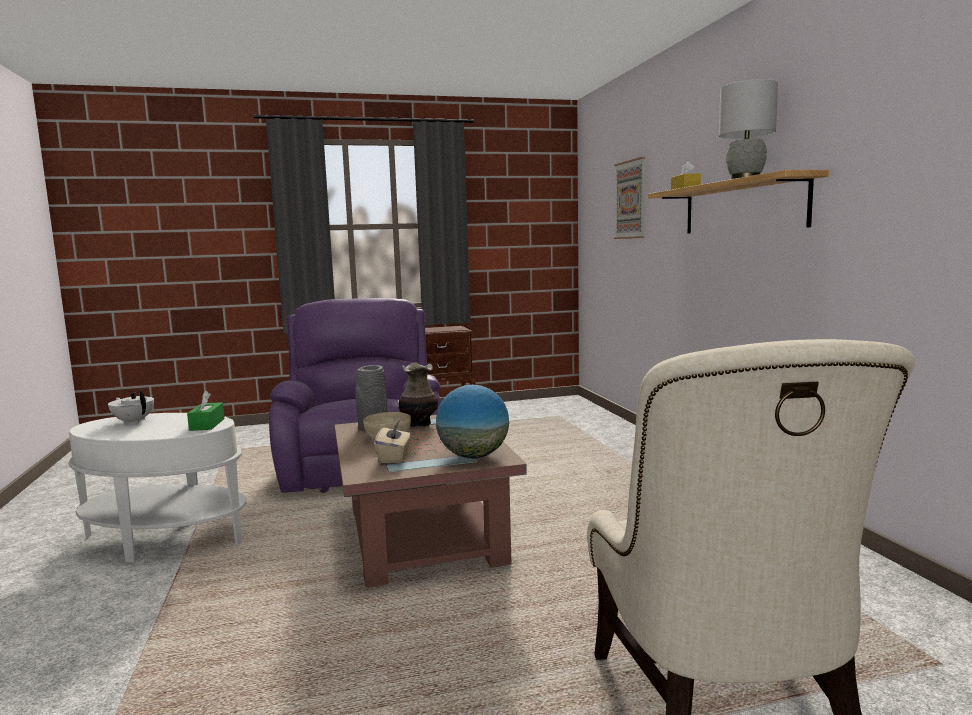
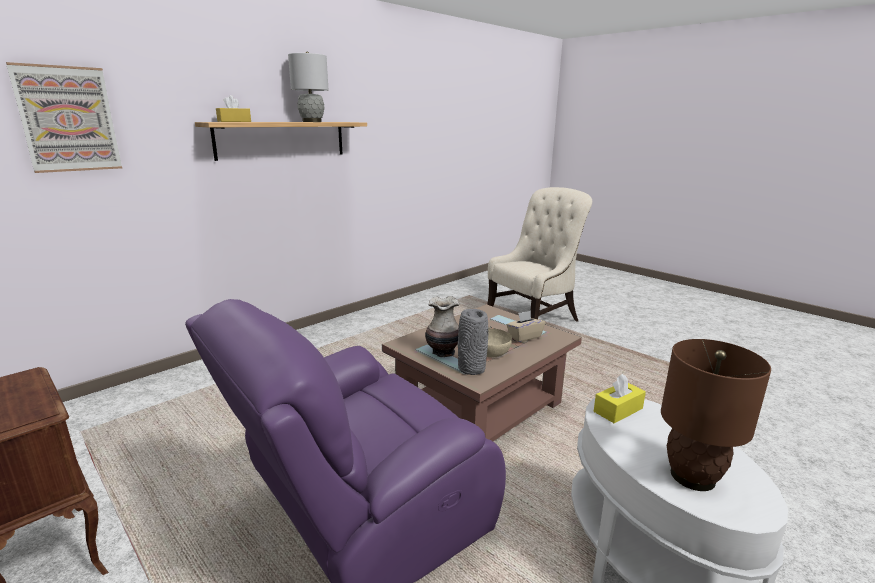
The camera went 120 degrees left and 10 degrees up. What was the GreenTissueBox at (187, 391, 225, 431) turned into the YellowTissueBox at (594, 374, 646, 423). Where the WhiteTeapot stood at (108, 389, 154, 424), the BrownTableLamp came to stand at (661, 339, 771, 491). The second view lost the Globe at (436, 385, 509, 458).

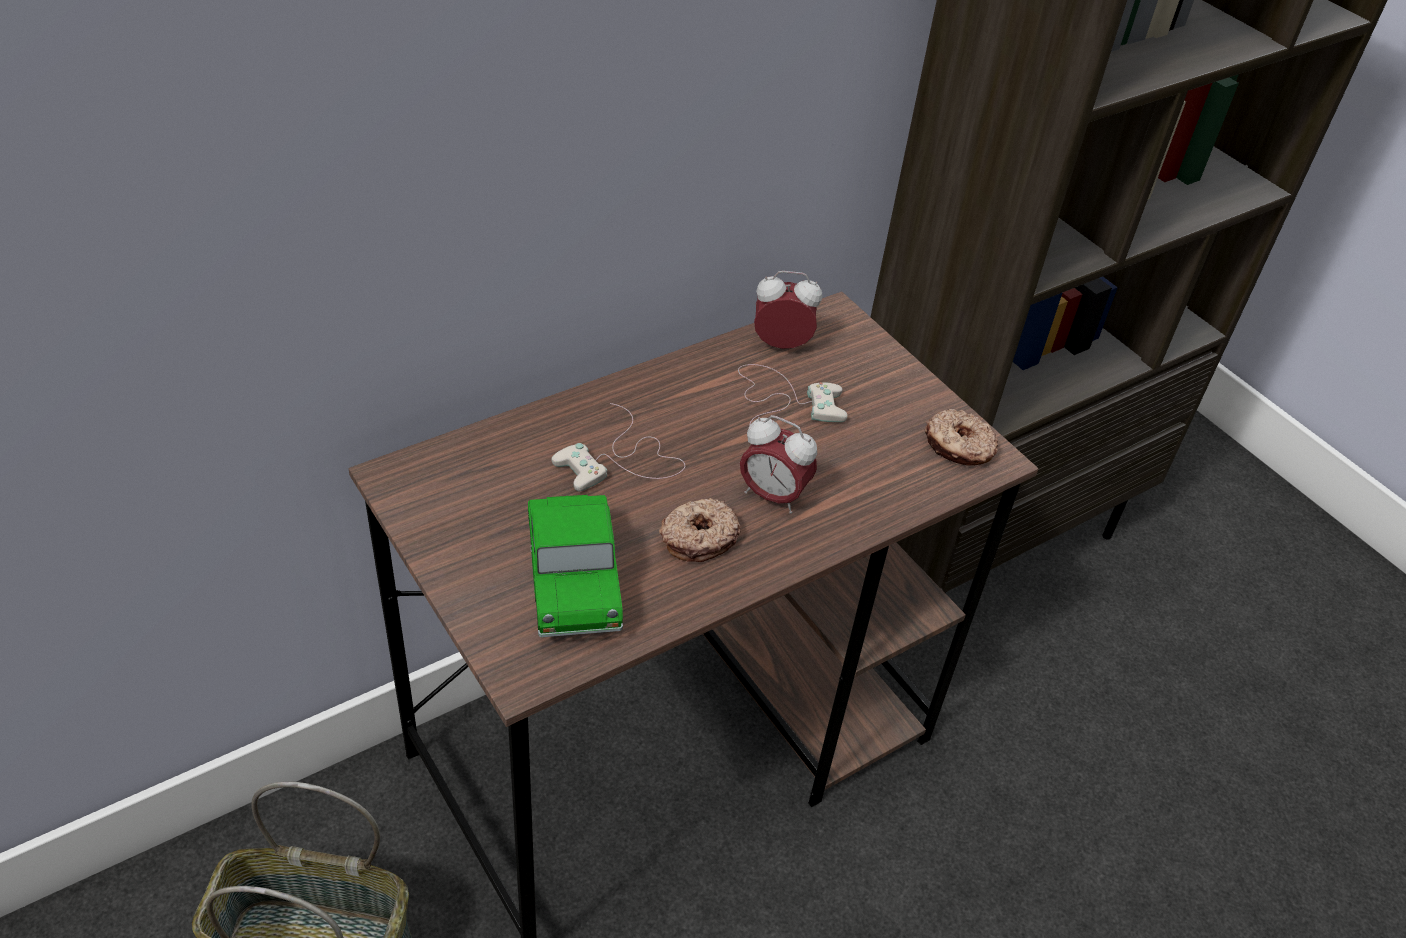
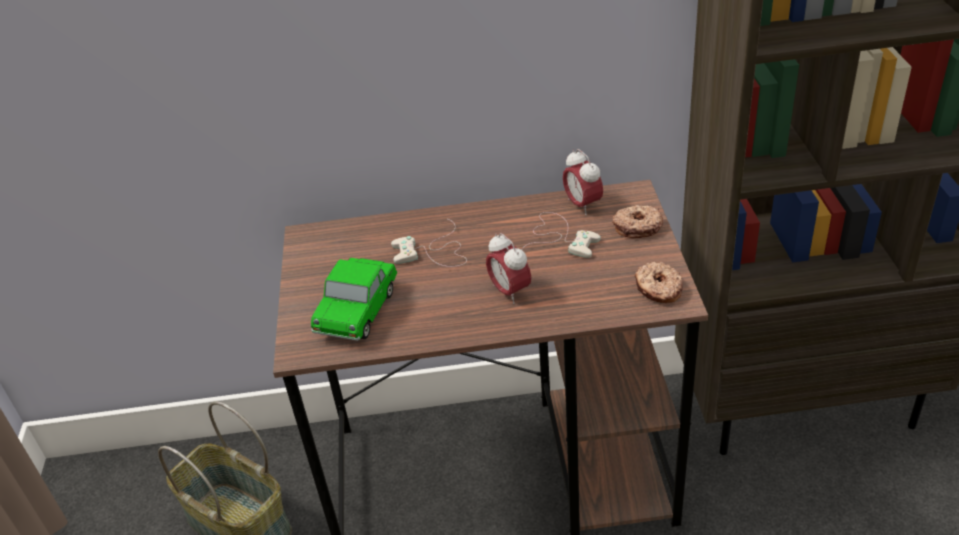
The camera went 35 degrees right and 5 degrees down. The AlarmClock at (754, 271, 822, 349) ended up facing another way, 150 degrees counterclockwise from before. The Donut ended up elsewhere, having gone from (659, 498, 741, 562) to (612, 205, 663, 238).

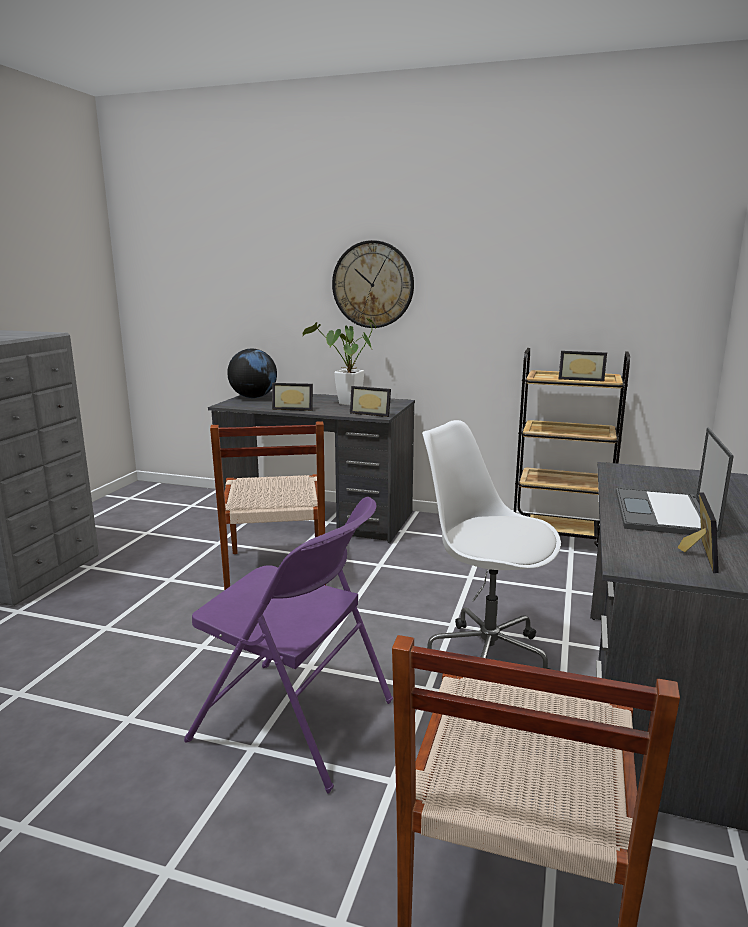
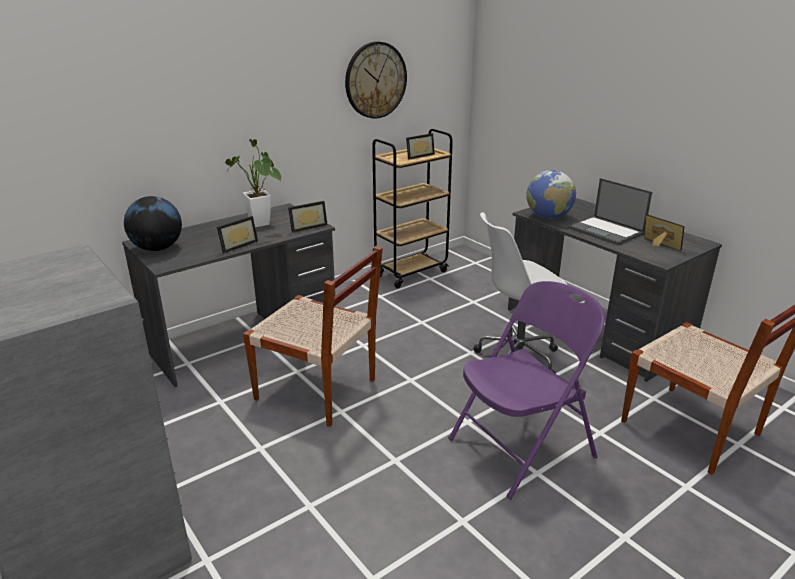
The camera went 55 degrees left and 10 degrees up. The WallClock ended up elsewhere, having gone from (332, 240, 414, 328) to (345, 42, 407, 119). The second view gained the Globe at (526, 170, 576, 219).

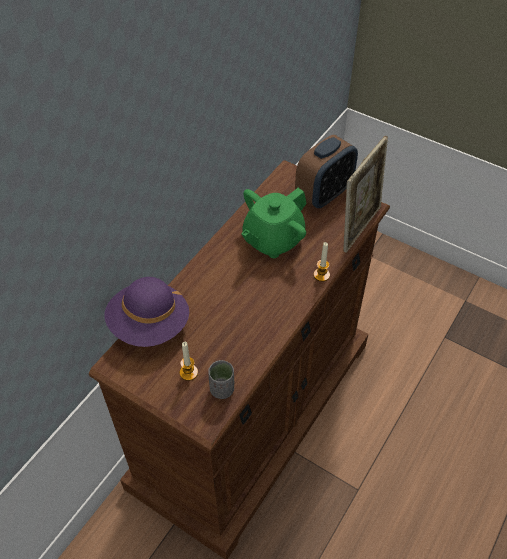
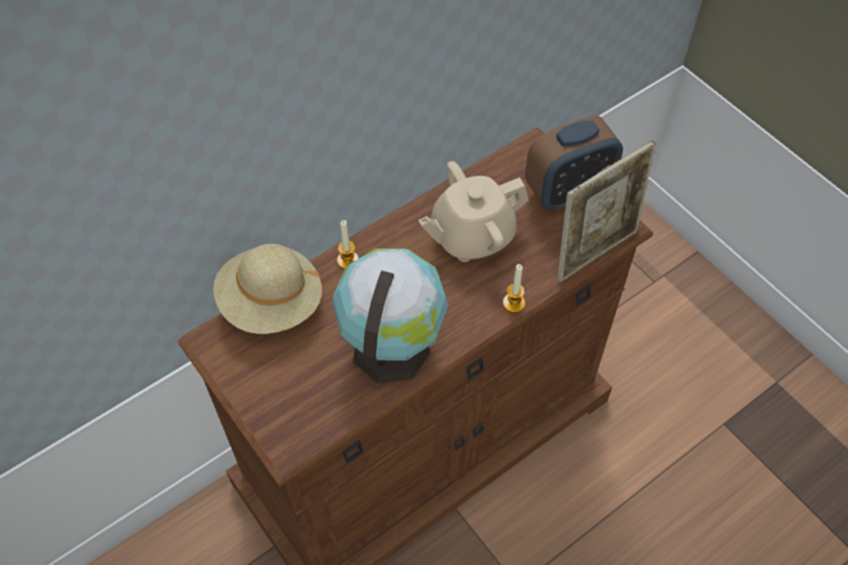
The camera went 20 degrees right and 5 degrees up. What was the PurpleHat at (104, 277, 189, 347) turned into the BeigeHat at (213, 244, 322, 334). The second view gained the Globe at (332, 249, 449, 384). The Candle ended up elsewhere, having gone from (180, 342, 198, 381) to (337, 220, 359, 269). What was the GreenTeapot at (241, 188, 307, 258) turned into the BeigeTeapot at (418, 161, 529, 262). The second view lost the GreyCup at (208, 360, 234, 399).

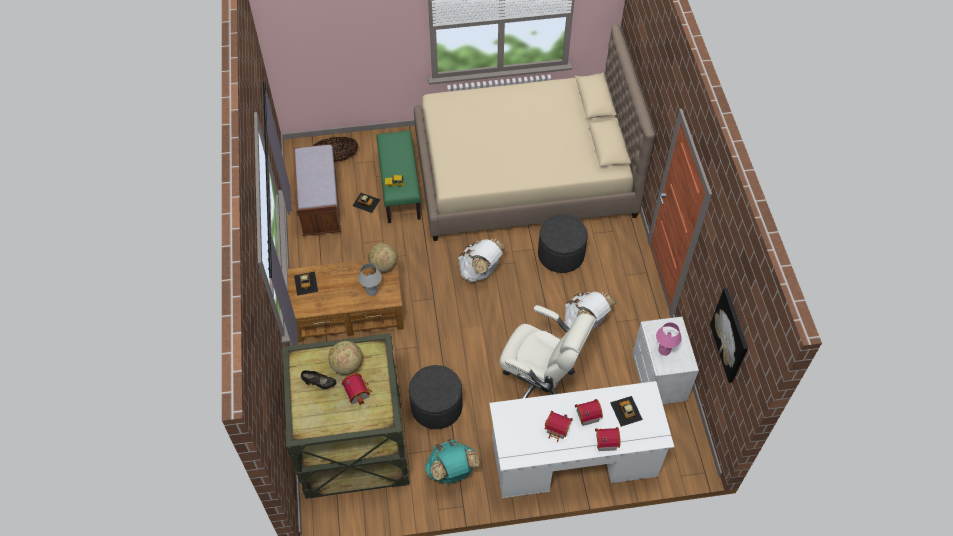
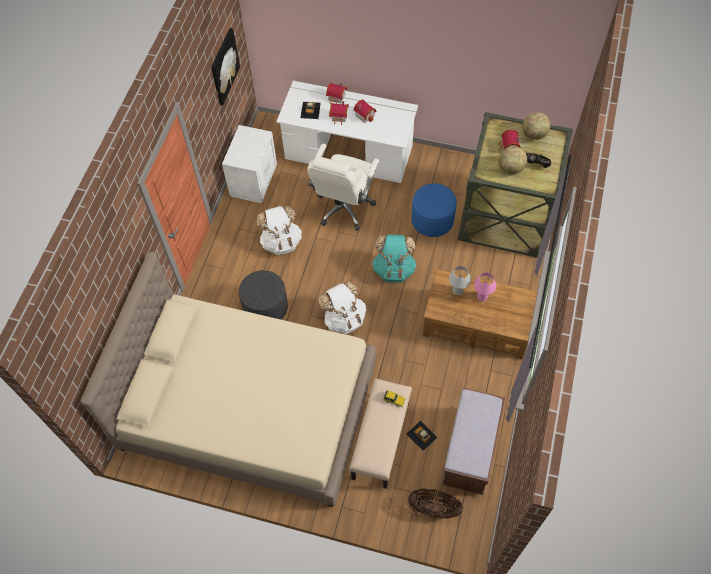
The camera went 155 degrees left and 5 degrees up. The WhiteOfficeChair at (500, 305, 596, 399) ended up facing another way, 120 degrees counterclockwise from before. What was the GreenBench at (376, 131, 421, 223) turned into the BeigeBench at (349, 378, 412, 489). The TurquoiseBackpack ended up elsewhere, having gone from (425, 439, 480, 484) to (372, 235, 416, 283). What was the GreyOttoman at (409, 365, 462, 429) turned into the BlueOttoman at (411, 183, 457, 237). The PinkTableLamp ended up elsewhere, having gone from (656, 322, 681, 356) to (474, 272, 496, 301). The Globe ended up elsewhere, having gone from (368, 243, 397, 272) to (522, 112, 550, 140). The second view lost the ToyCar at (294, 272, 318, 296).

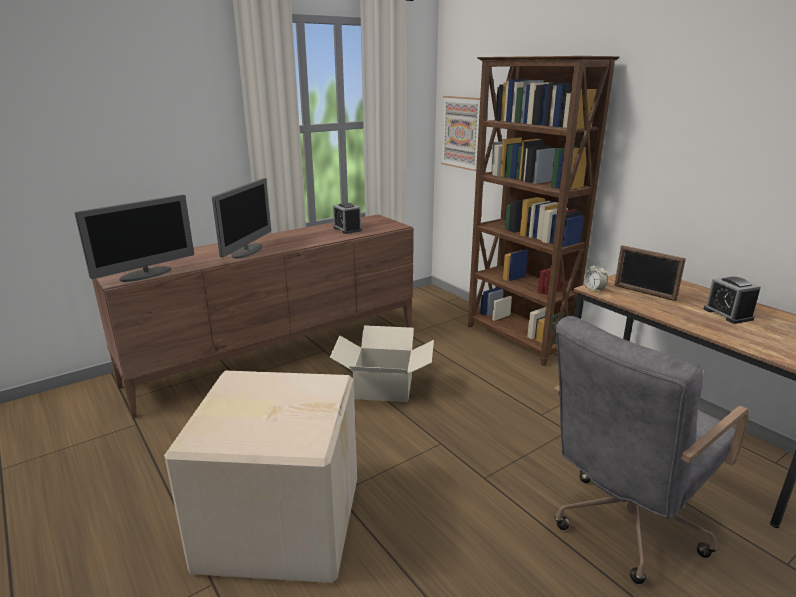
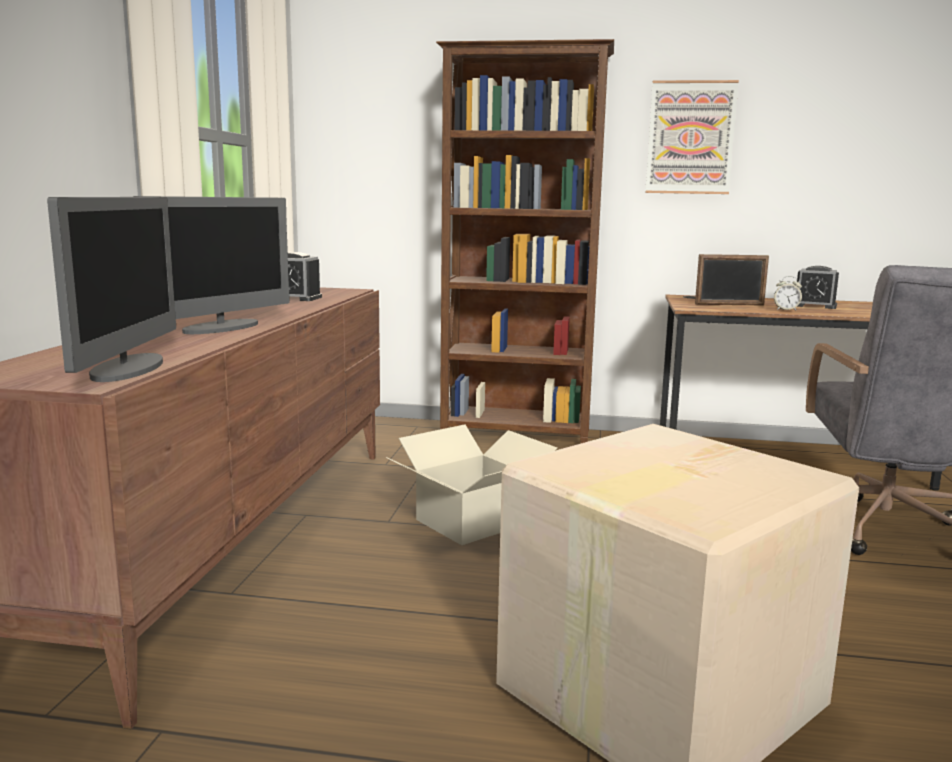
The camera went 45 degrees left and 10 degrees down. The Monitor at (212, 178, 271, 259) ended up facing another way, 60 degrees clockwise from before. The Picture ended up elsewhere, having gone from (441, 96, 480, 171) to (645, 80, 739, 194). The AlarmClock ended up elsewhere, having gone from (584, 263, 608, 292) to (774, 276, 802, 310).

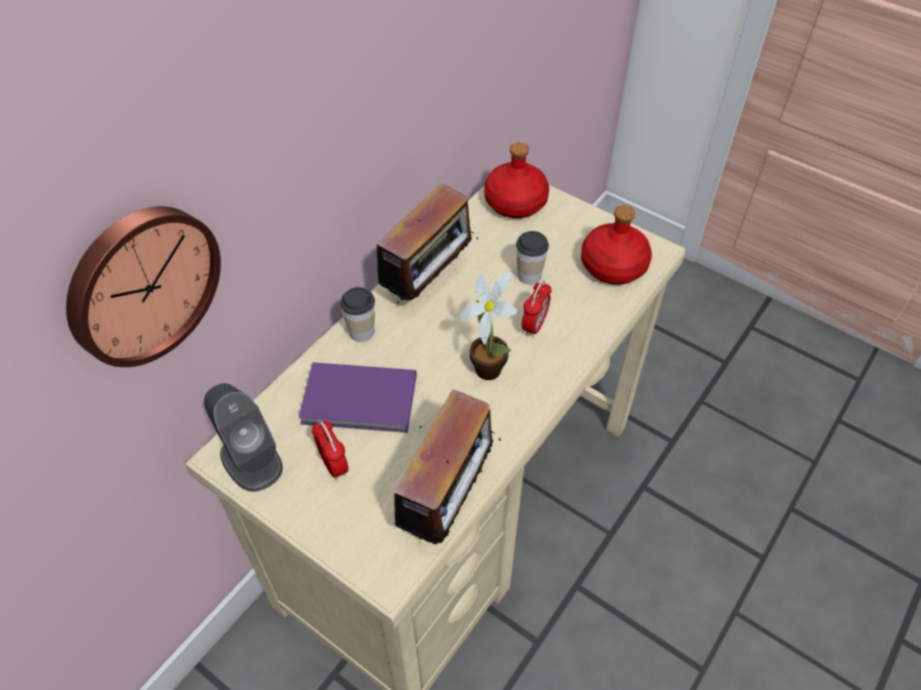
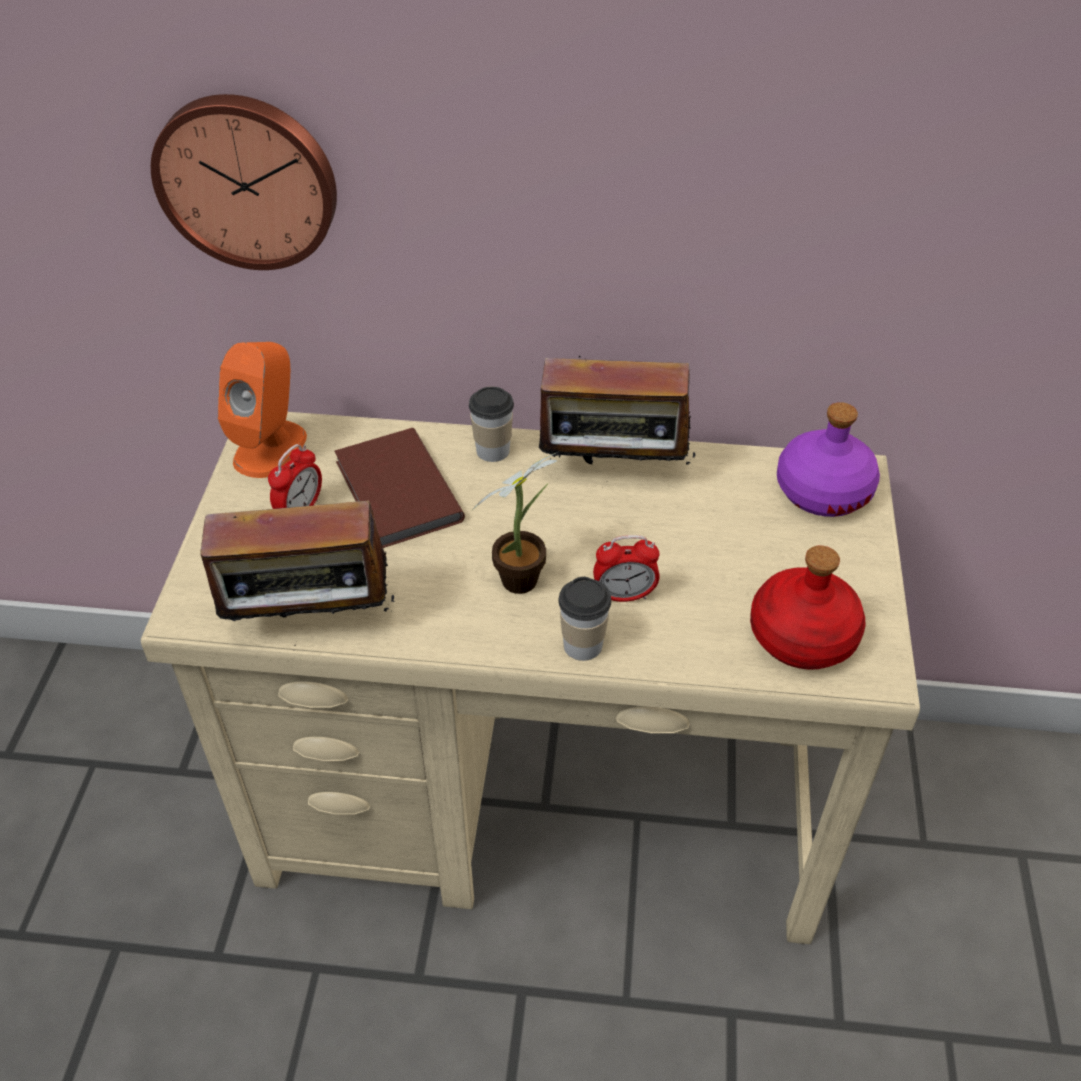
The camera went 60 degrees right and 5 degrees down. What was the GreySpeaker at (204, 383, 283, 492) turned into the OrangeSpeaker at (218, 342, 307, 478). What was the PurpleBook at (298, 362, 416, 433) turned into the BrownBook at (334, 428, 465, 548). The Cup ended up elsewhere, having gone from (516, 231, 549, 285) to (558, 577, 611, 661). What was the RedBottle at (484, 142, 549, 218) turned into the PurpleBottle at (777, 402, 880, 517).

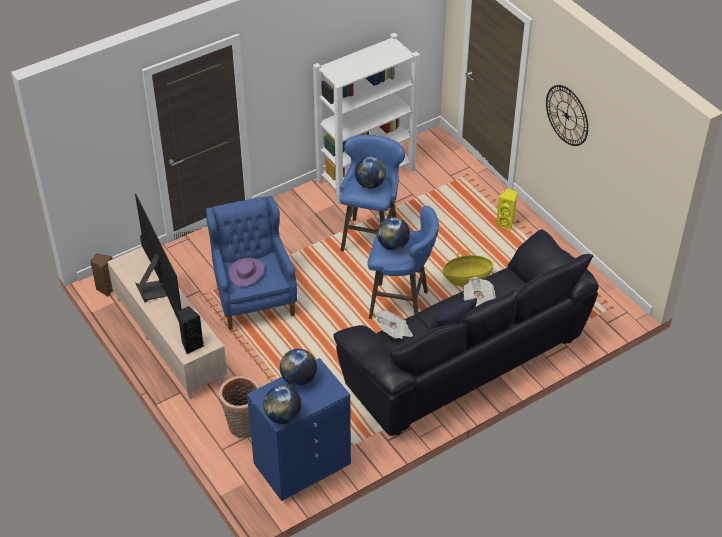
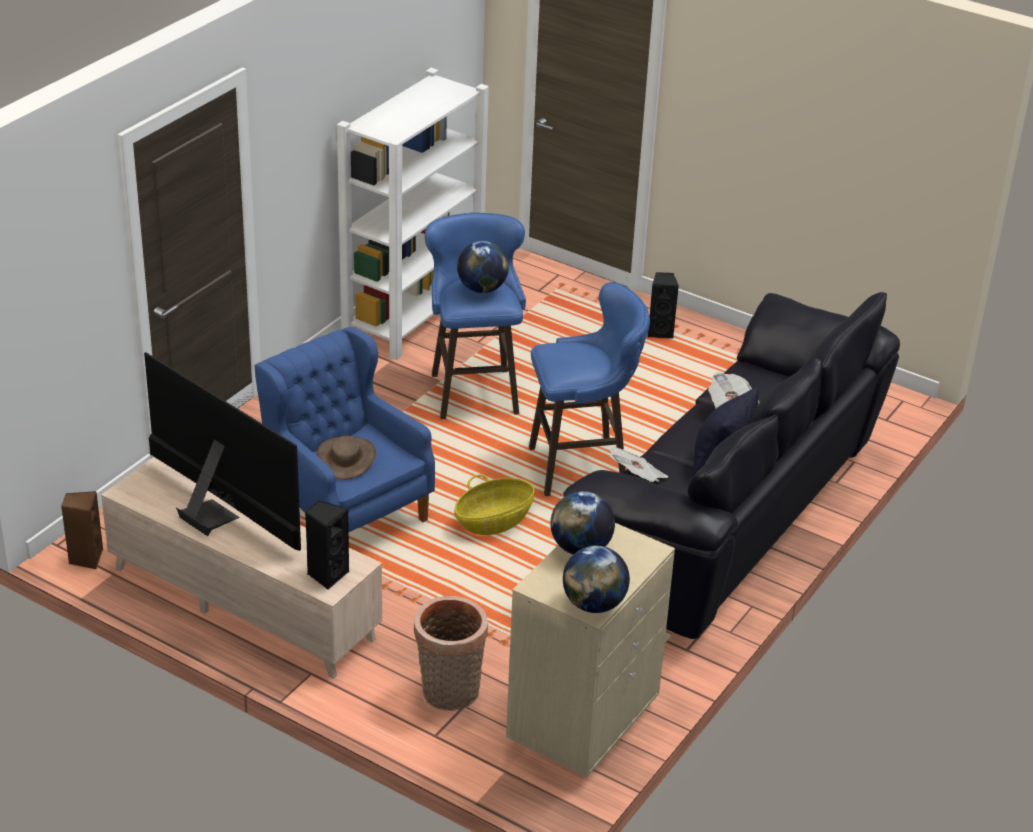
The camera went 25 degrees left and 10 degrees down. What was the PurpleHat at (229, 258, 265, 287) turned into the BrownHat at (317, 436, 376, 480). The Basket ended up elsewhere, having gone from (442, 250, 494, 286) to (454, 474, 535, 535). What was the BlueCabinet at (247, 358, 351, 501) turned into the BeigeCabinet at (506, 523, 675, 777). What was the YellowSpeaker at (496, 188, 517, 230) turned into the BlackSpeaker at (648, 272, 679, 339). The second view lost the Globe at (377, 217, 410, 250). The second view lost the WallClock at (546, 85, 588, 146).

